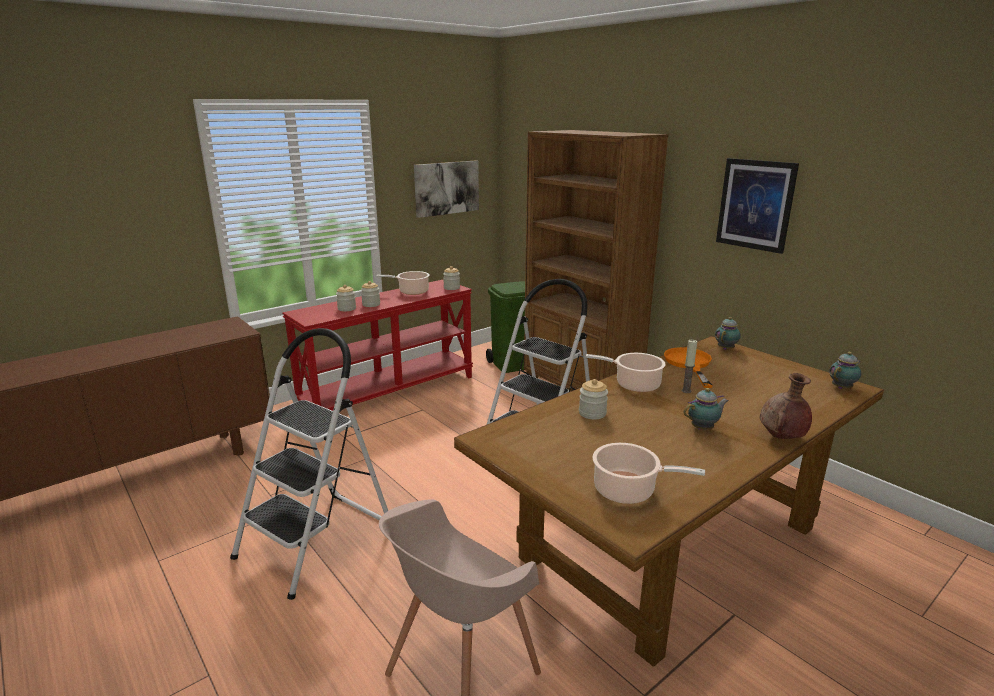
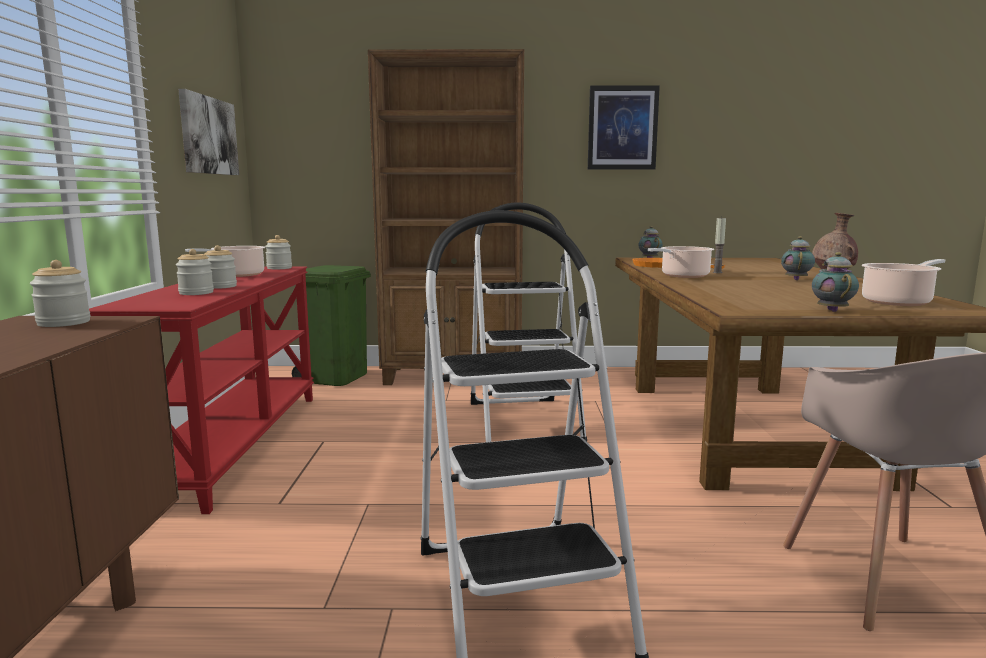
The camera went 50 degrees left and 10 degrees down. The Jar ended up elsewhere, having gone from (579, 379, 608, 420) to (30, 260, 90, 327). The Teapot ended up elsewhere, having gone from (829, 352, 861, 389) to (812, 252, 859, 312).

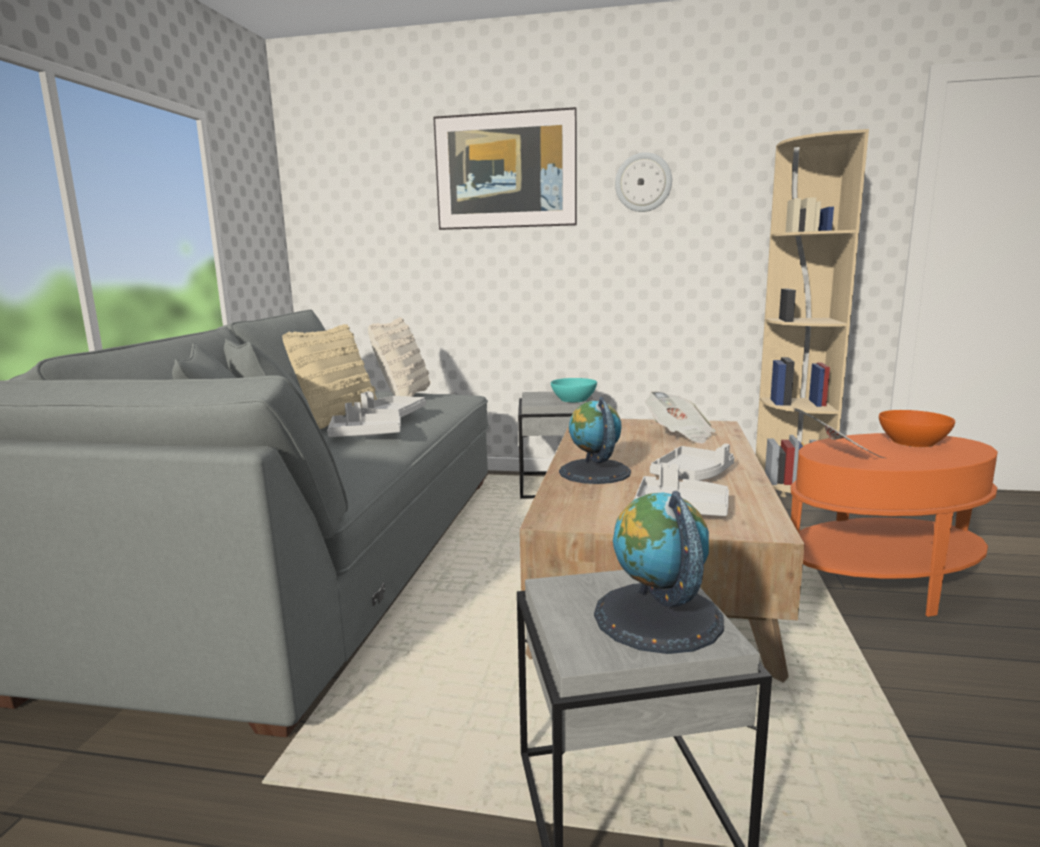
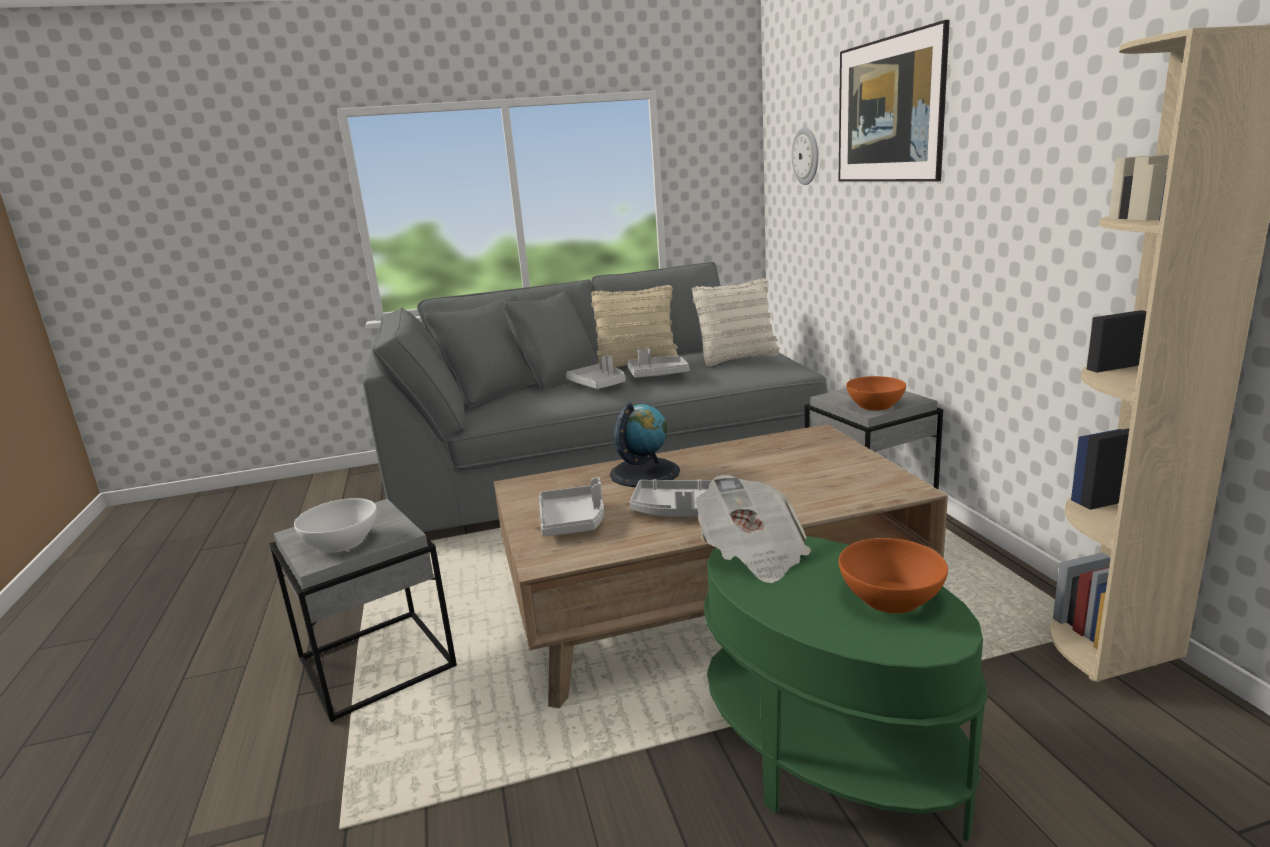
The camera went 65 degrees right and 5 degrees up. Where the Globe stood at (594, 491, 724, 654), the WhiteBowl came to stand at (294, 498, 377, 553). What was the OrangeSideTable at (791, 433, 998, 617) turned into the GreenSideTable at (704, 536, 988, 842). The WallClock ended up elsewhere, having gone from (615, 152, 672, 212) to (792, 127, 818, 185). What was the TurquoiseBowl at (551, 378, 597, 403) turned into the OrangeBowl at (846, 376, 906, 410). The second view lost the Newspaper at (645, 391, 716, 444).

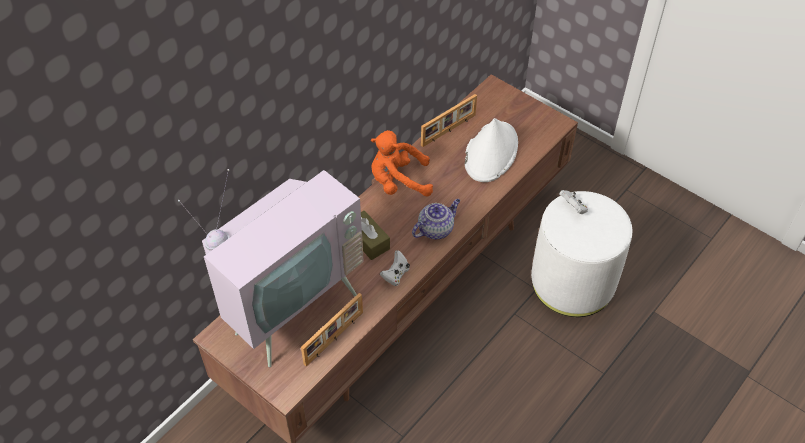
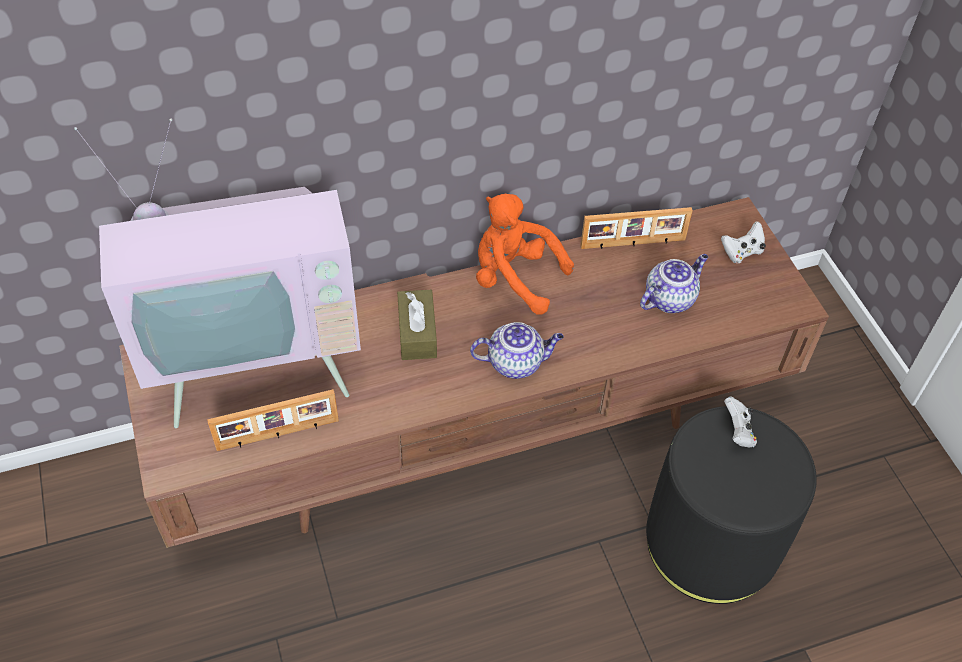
The camera went 30 degrees right and 0 degrees up. Where the WhiteHat stood at (464, 118, 518, 182), the Teapot came to stand at (640, 254, 708, 313). What was the WhiteOttoman at (531, 191, 632, 317) turned into the BlackOttoman at (646, 406, 817, 604). The WhiteGameController ended up elsewhere, having gone from (380, 250, 410, 286) to (721, 222, 766, 263).

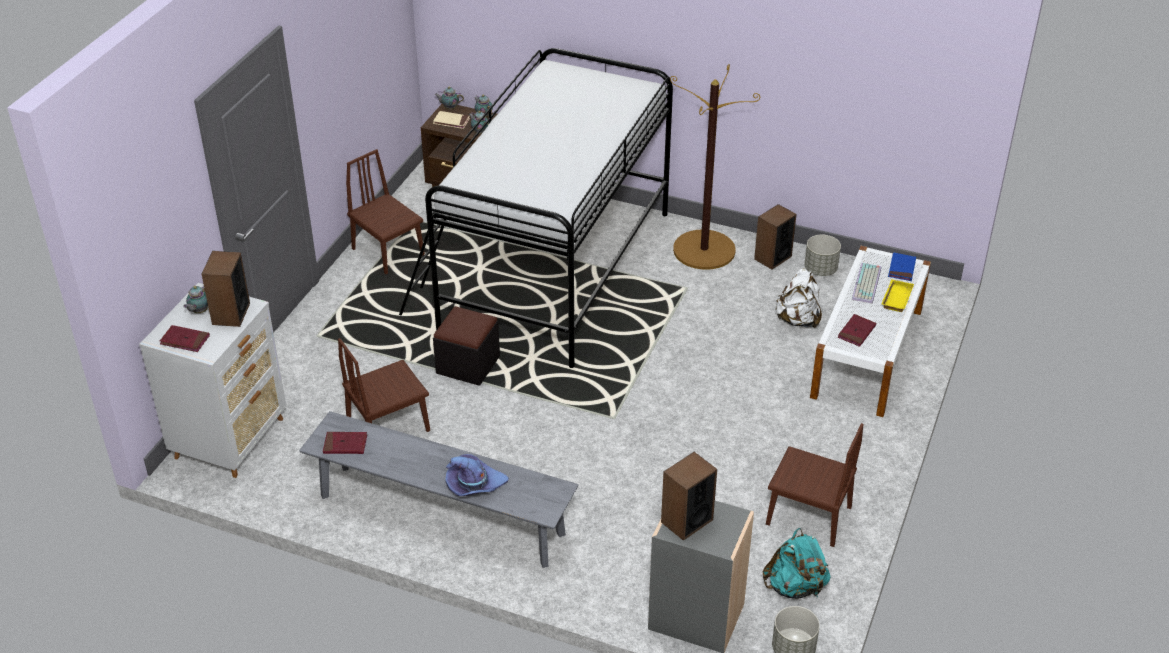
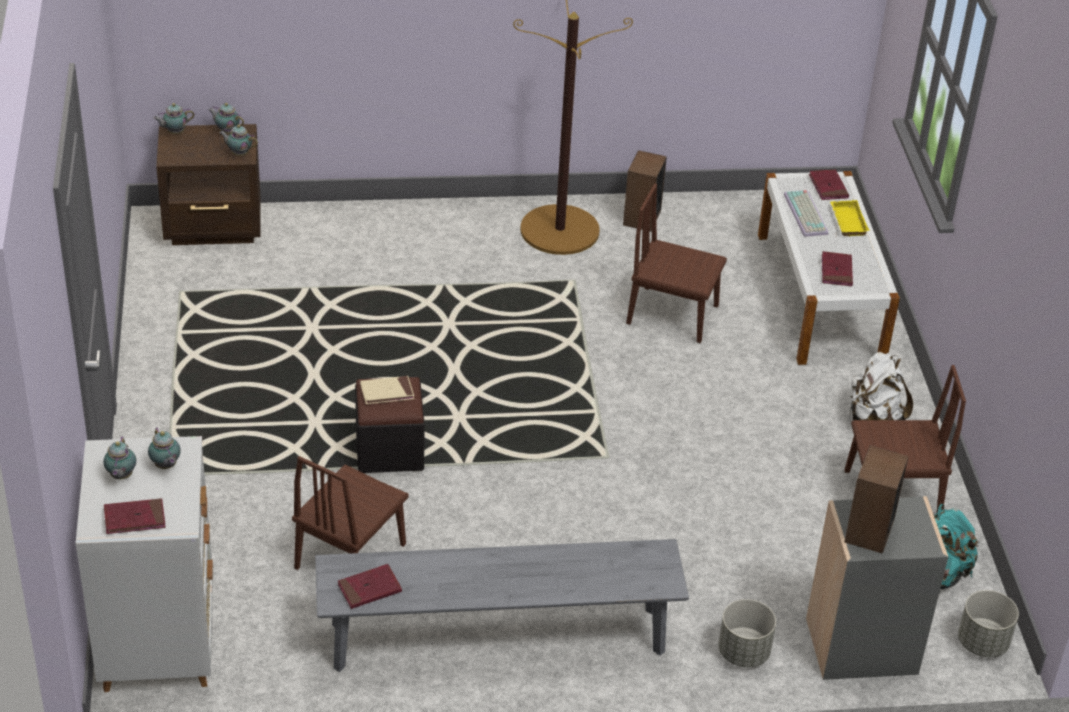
The camera went 30 degrees left and 0 degrees up. Where the Speaker stood at (201, 251, 250, 327), the Teapot came to stand at (148, 427, 181, 469). The BeigeBook ended up elsewhere, having gone from (433, 111, 470, 129) to (360, 376, 414, 404). The BrownChair ended up elsewhere, having gone from (346, 149, 425, 274) to (626, 184, 727, 343). The GreyPlanter ended up elsewhere, having gone from (804, 235, 841, 276) to (718, 599, 776, 667). What was the BlueBook at (888, 252, 916, 281) turned into the RedBook at (809, 169, 849, 200). The WhiteBackpack ended up elsewhere, having gone from (775, 269, 822, 328) to (848, 352, 913, 421). The second view lost the BlackBed at (399, 48, 673, 368). The second view lost the PurpleHat at (445, 454, 509, 496).

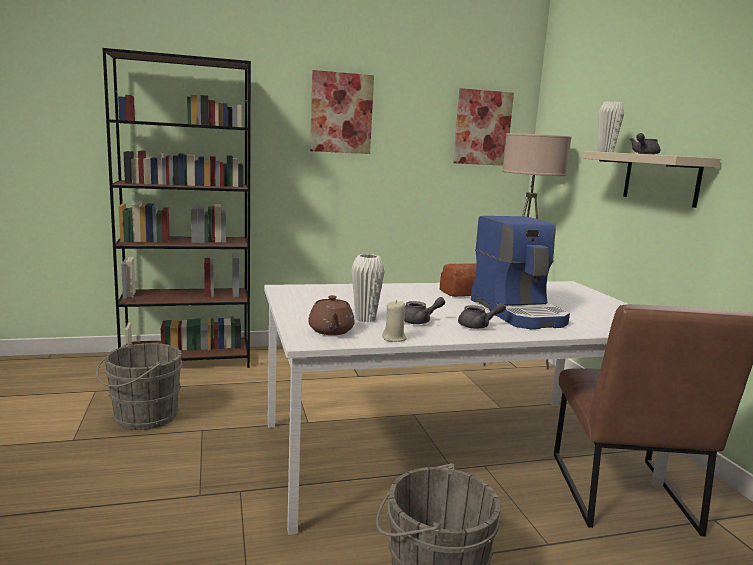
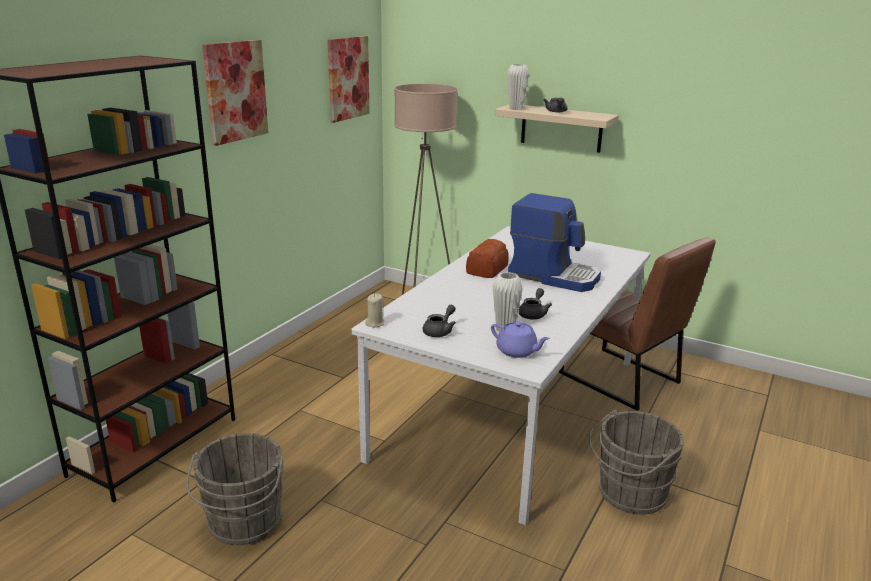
The camera went 45 degrees left and 10 degrees up. The BeigeCandle ended up elsewhere, having gone from (382, 300, 407, 342) to (365, 293, 384, 328). The GreyTeapot ended up elsewhere, having gone from (458, 303, 506, 329) to (423, 305, 456, 337). What was the BrownTeapot at (308, 295, 355, 335) turned into the PurpleTeapot at (491, 322, 550, 358).

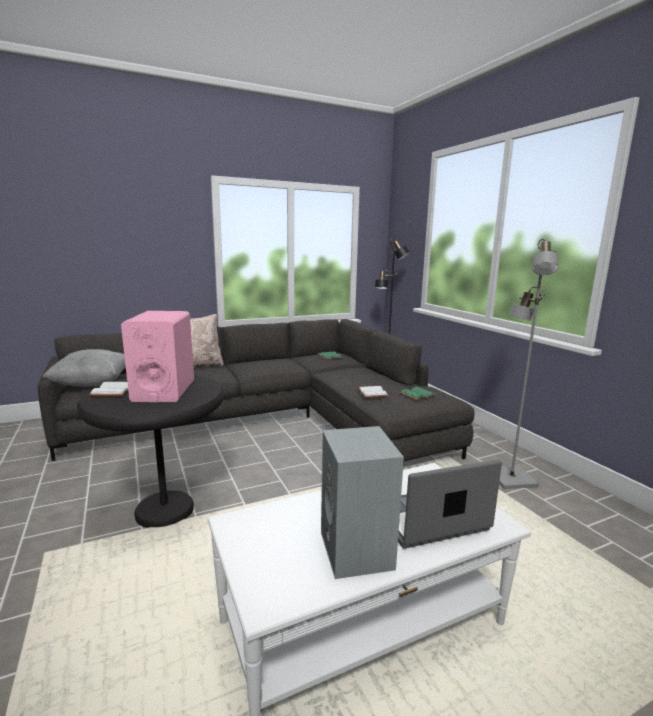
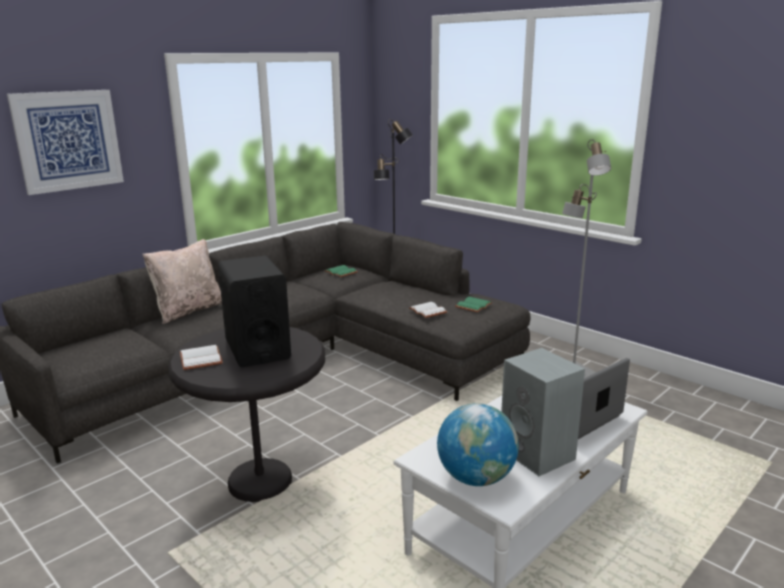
The camera went 20 degrees left and 5 degrees up. The second view gained the Picture at (7, 90, 124, 195). What was the PinkSpeaker at (121, 311, 194, 402) turned into the BlackSpeaker at (218, 256, 291, 367). The second view gained the Globe at (437, 403, 519, 486). The second view lost the GreyPillow at (42, 349, 126, 387).

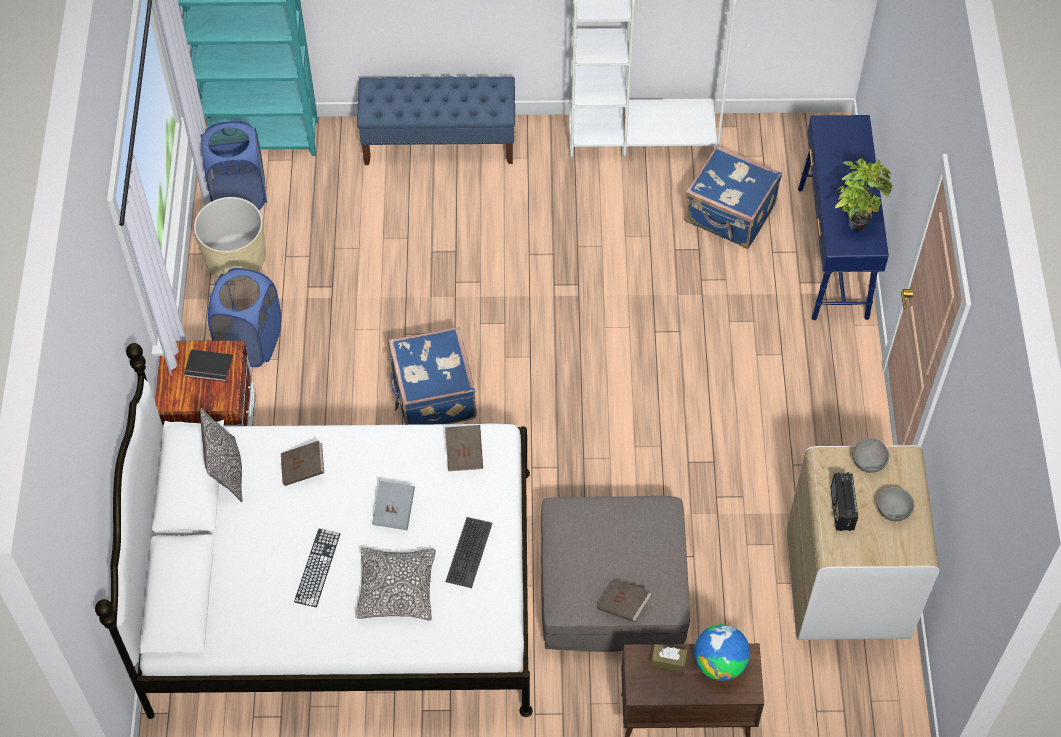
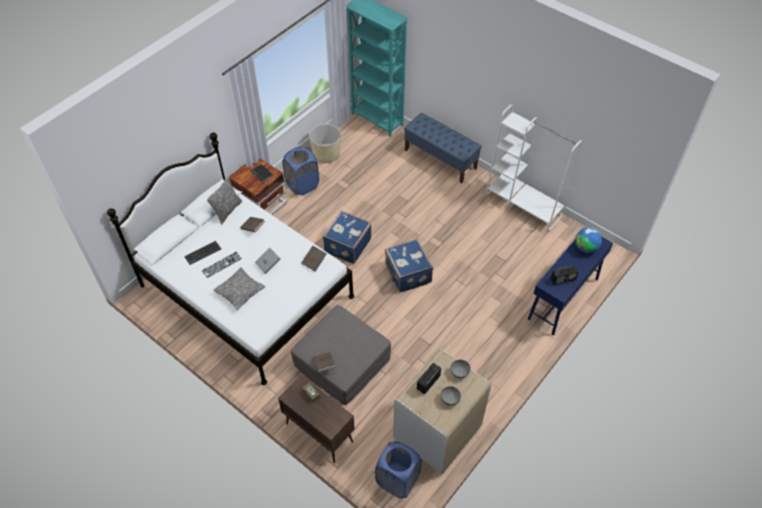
The camera went 40 degrees right and 5 degrees down. The Keyboard ended up elsewhere, having gone from (446, 517, 492, 588) to (184, 241, 221, 265). The BlueLaundryBasket ended up elsewhere, having gone from (201, 121, 267, 210) to (375, 441, 422, 499). The BlueSuitcase ended up elsewhere, having gone from (684, 145, 782, 249) to (385, 239, 433, 293). Where the PottedPlant stood at (835, 158, 893, 231), the Radio came to stand at (551, 265, 578, 285). The Globe ended up elsewhere, having gone from (694, 624, 750, 681) to (575, 227, 602, 253).

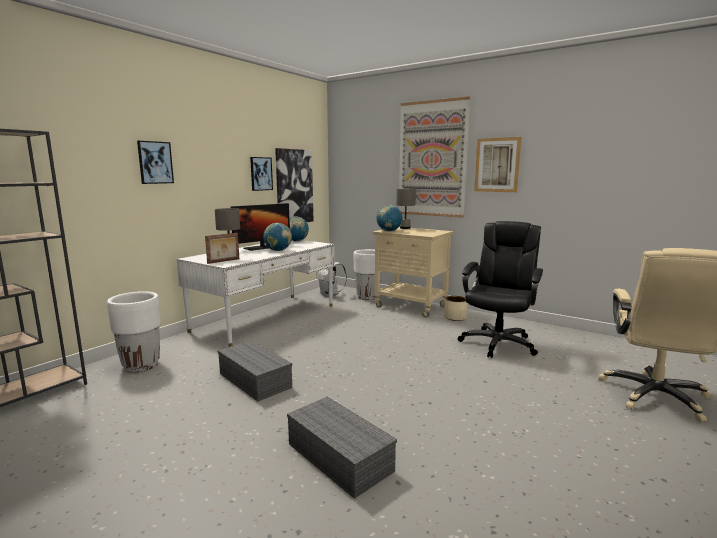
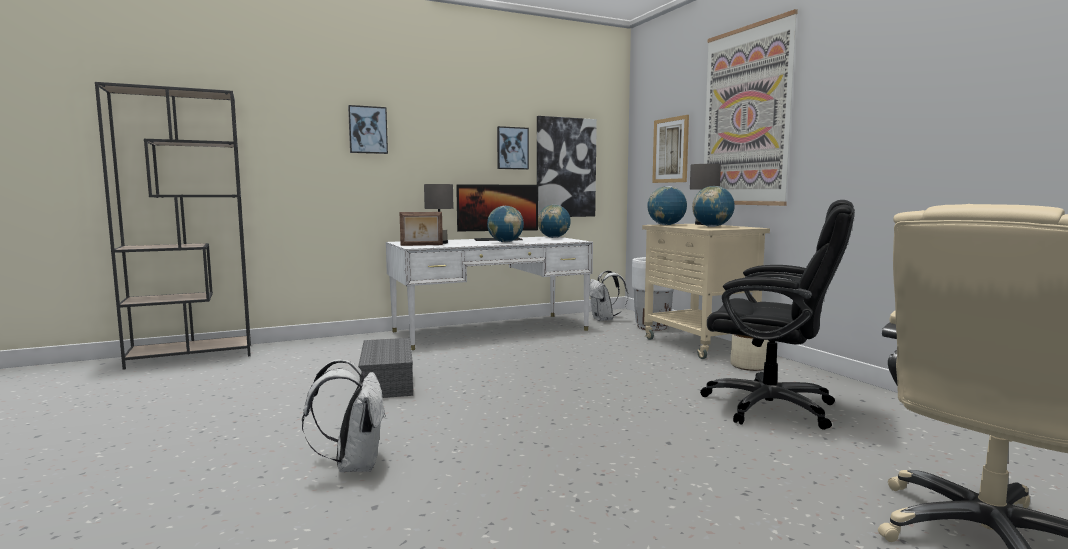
The camera went 30 degrees right and 5 degrees down. Where the GreyStorageBox stood at (287, 397, 397, 499), the WhiteBackpack came to stand at (302, 359, 386, 472). The Picture ended up elsewhere, having gone from (474, 137, 522, 192) to (652, 115, 689, 183). The second view gained the Globe at (692, 186, 735, 227). The BlackOfficeChair at (458, 221, 543, 358) ended up facing another way, 60 degrees clockwise from before. The second view lost the WhitePlanter at (107, 291, 161, 373).

